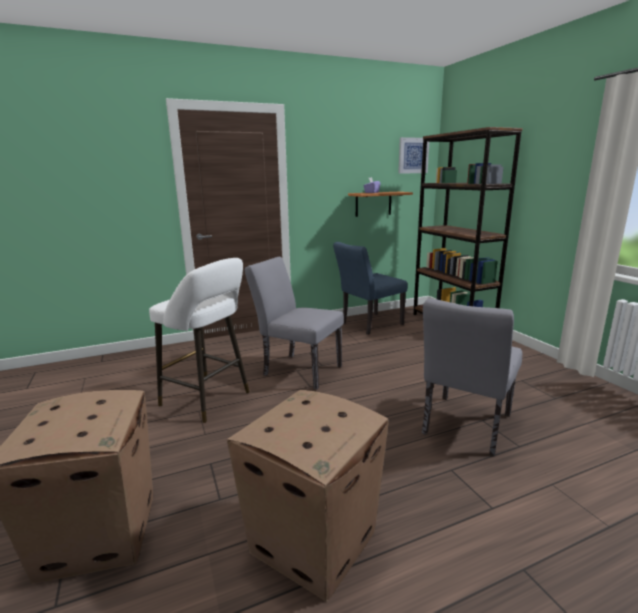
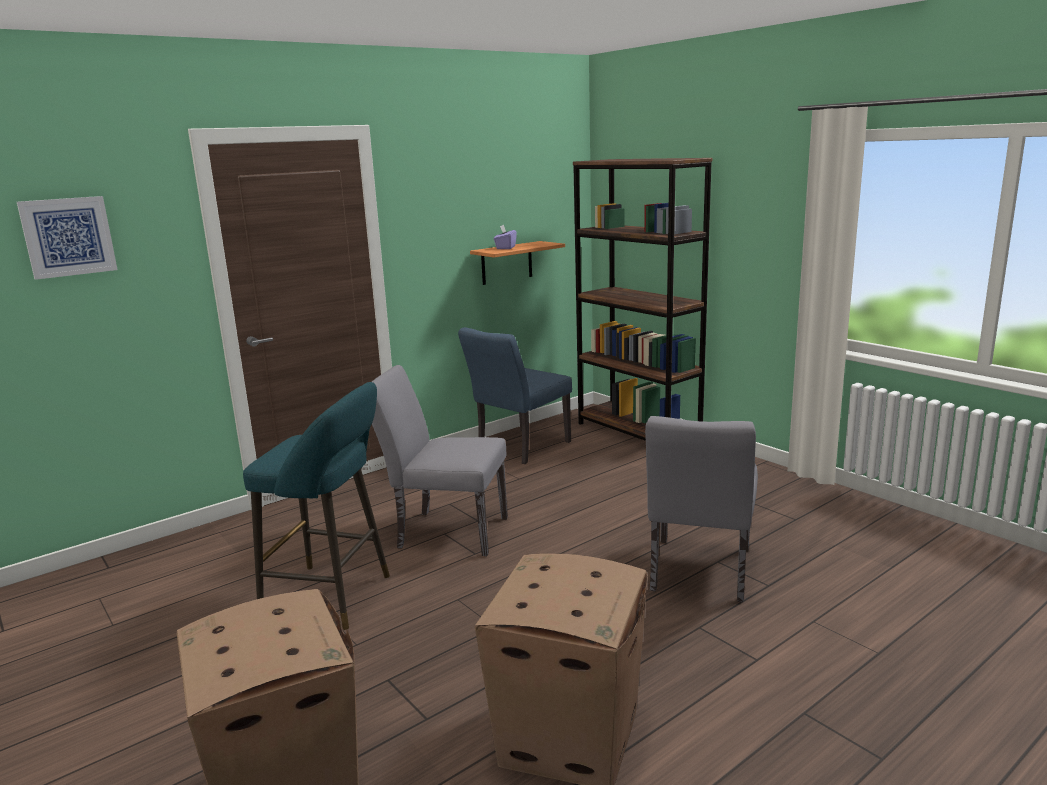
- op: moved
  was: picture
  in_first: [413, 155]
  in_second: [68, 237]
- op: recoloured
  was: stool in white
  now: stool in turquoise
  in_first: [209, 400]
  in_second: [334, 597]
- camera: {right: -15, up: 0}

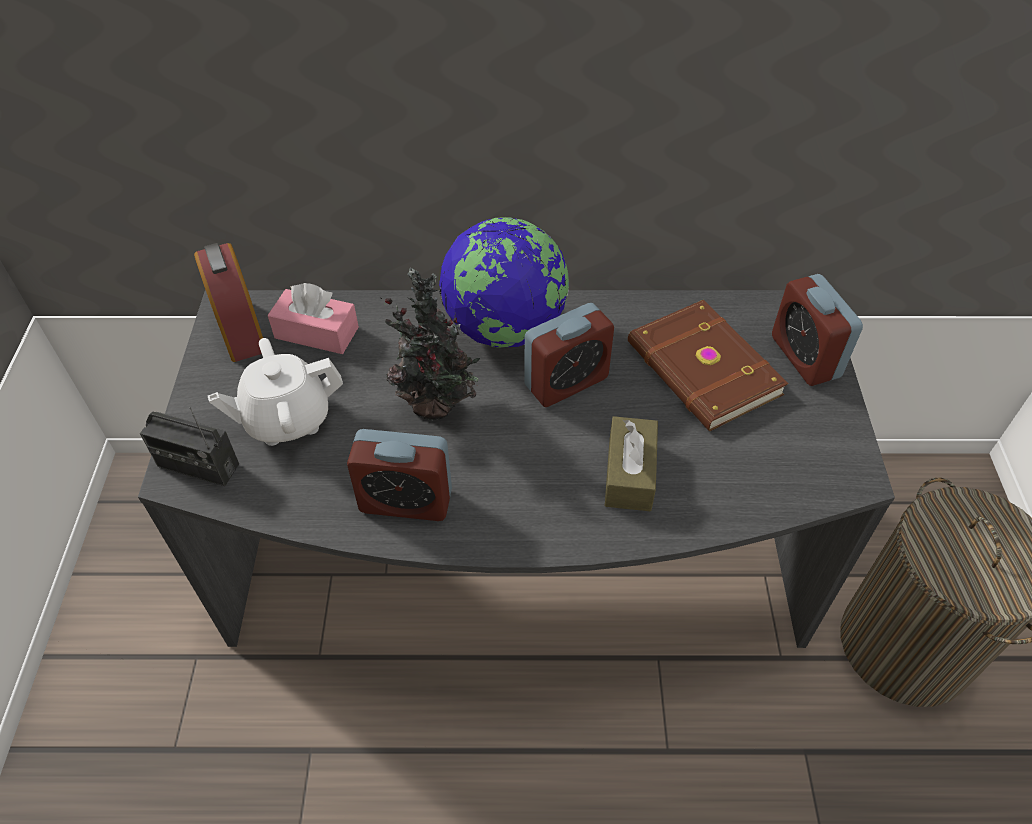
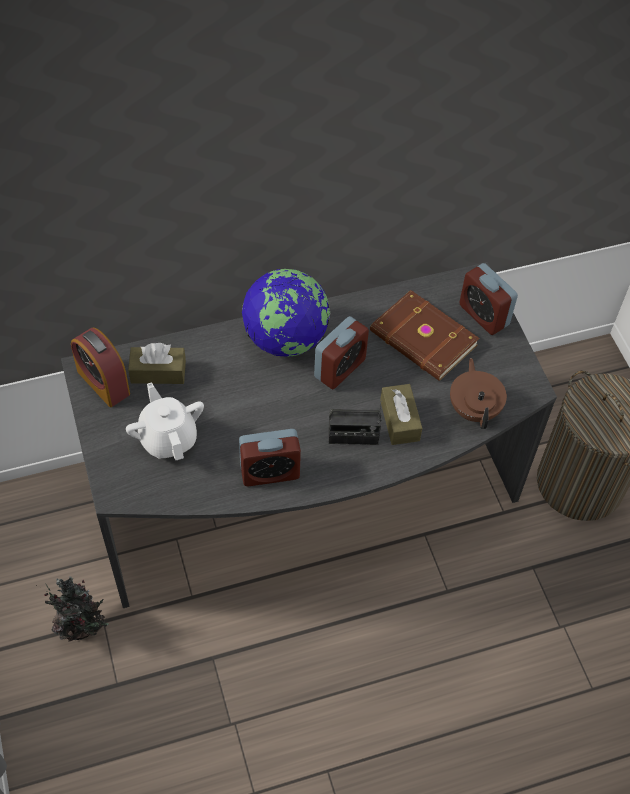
- op: moved
  was: potted plant
  in_first: [438, 406]
  in_second: [83, 628]
- op: recoloured
  was: tissue box in pink
  now: tissue box in brown
  in_first: [316, 333]
  in_second: [158, 372]
- op: turned
  was: teapot in white
  in_first: [287, 419]
  in_second: [168, 438]
  clockwise: 105
- op: moved
  was: radio
  in_first: [198, 465]
  in_second: [353, 436]
- op: added
  now: teapot in brown
  in_second: [474, 409]
- camera: {right: -20, up: 5}

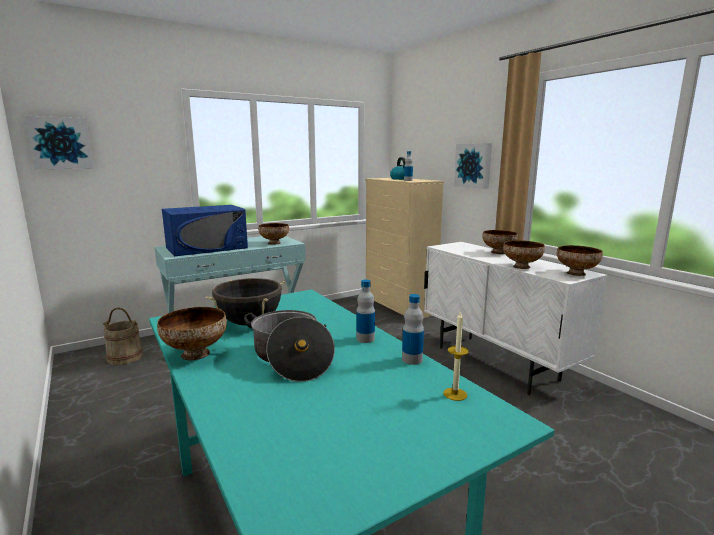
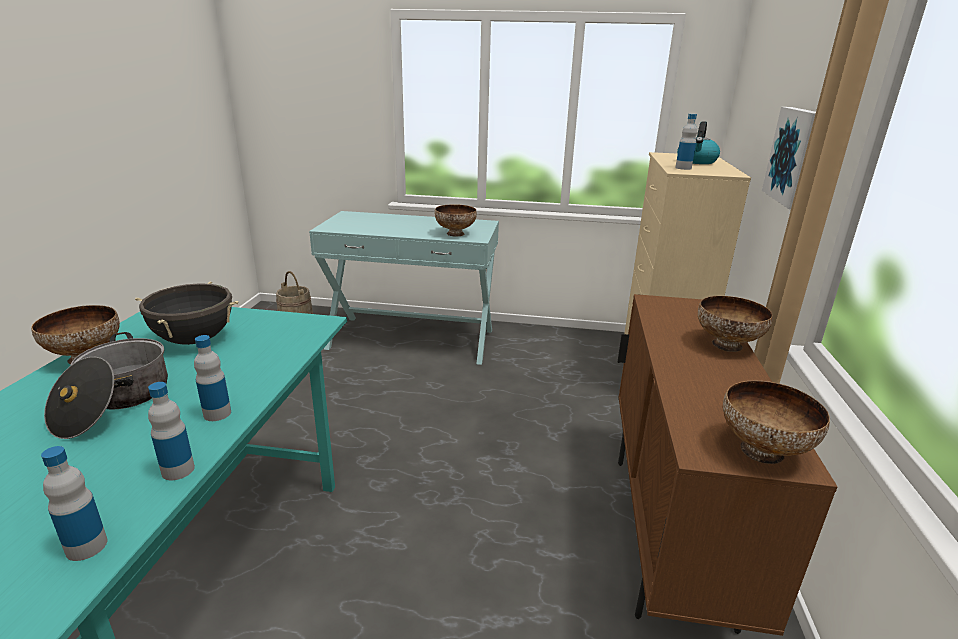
- op: removed
  was: picture
  in_first: [61, 143]
- op: removed
  was: microwave in blue
  in_first: [207, 247]
- op: removed
  was: bowl
  in_first: [522, 267]
- op: recoloured
  was: cabinet in white
  now: cabinet in brown
  in_first: [496, 363]
  in_second: [668, 535]
- op: replaced
  was: candle
  now: bottle
  in_first: [455, 394]
  in_second: [86, 546]
- camera: {right: 40, up: 10}

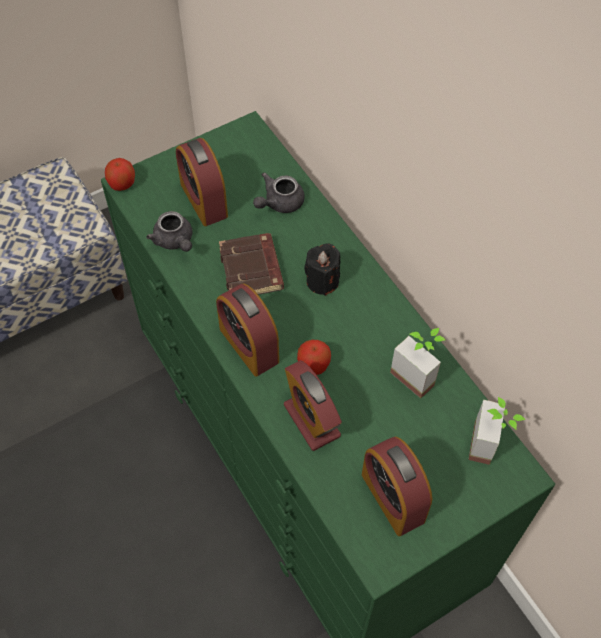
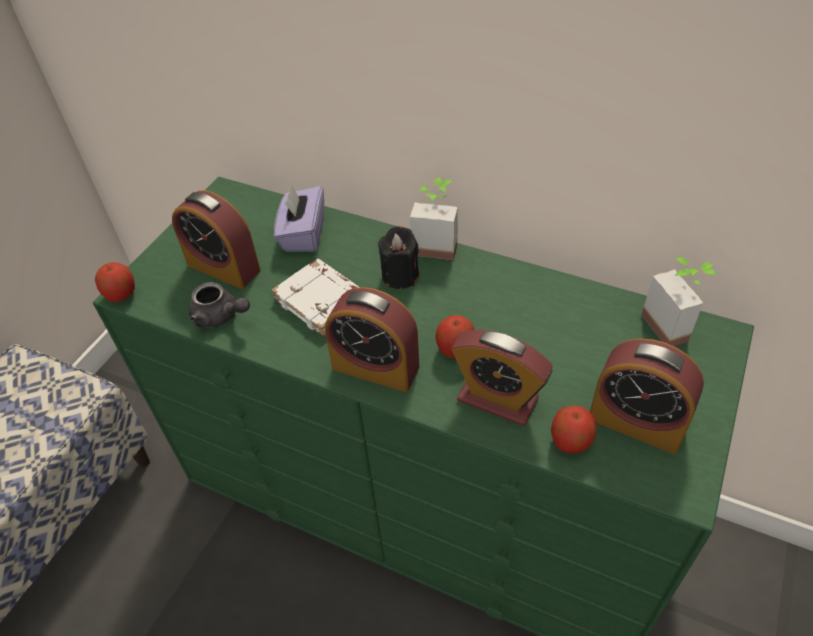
- op: replaced
  was: teapot in grey
  now: tissue box in purple
  in_first: [279, 203]
  in_second: [303, 234]
- op: recoloured
  was: book in brown
  now: book in white
  in_first: [252, 270]
  in_second: [323, 301]
- op: moved
  was: potted plant
  in_first: [418, 373]
  in_second: [436, 244]
- op: added
  now: apple
  in_second: [570, 442]
- camera: {right: -30, up: -10}

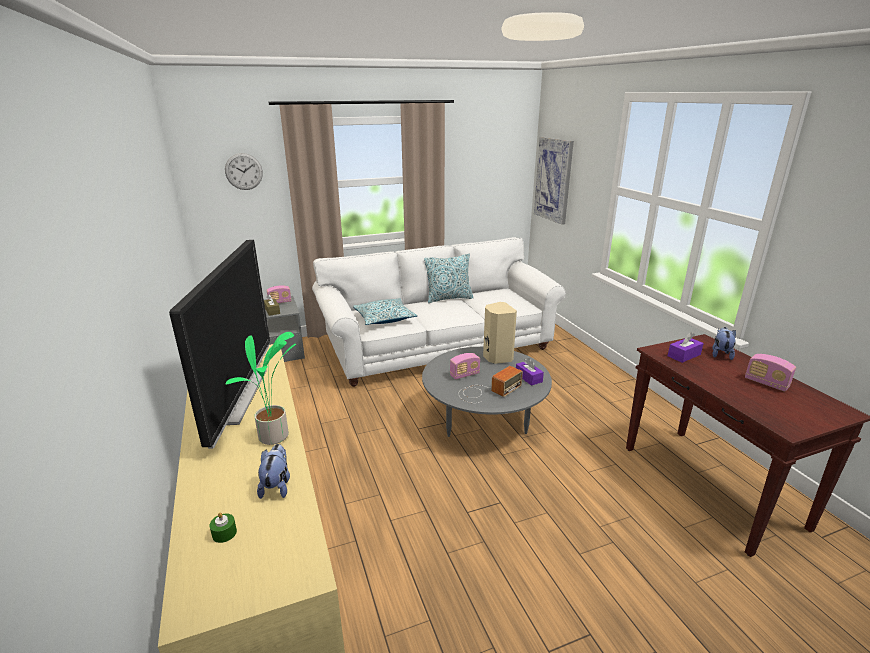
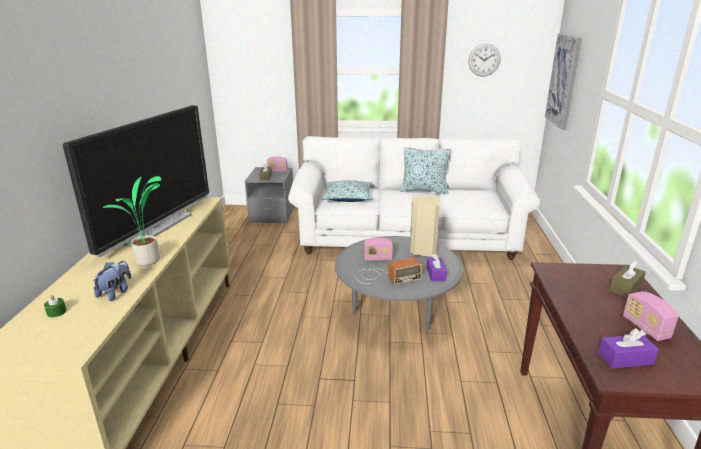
- op: moved
  was: wall clock
  in_first: [244, 171]
  in_second: [484, 60]
- op: replaced
  was: plush toy
  now: tissue box in brown
  in_first: [721, 354]
  in_second: [625, 287]
- op: moved
  was: tissue box in purple
  in_first: [684, 355]
  in_second: [625, 359]
- camera: {right: 25, up: 0}

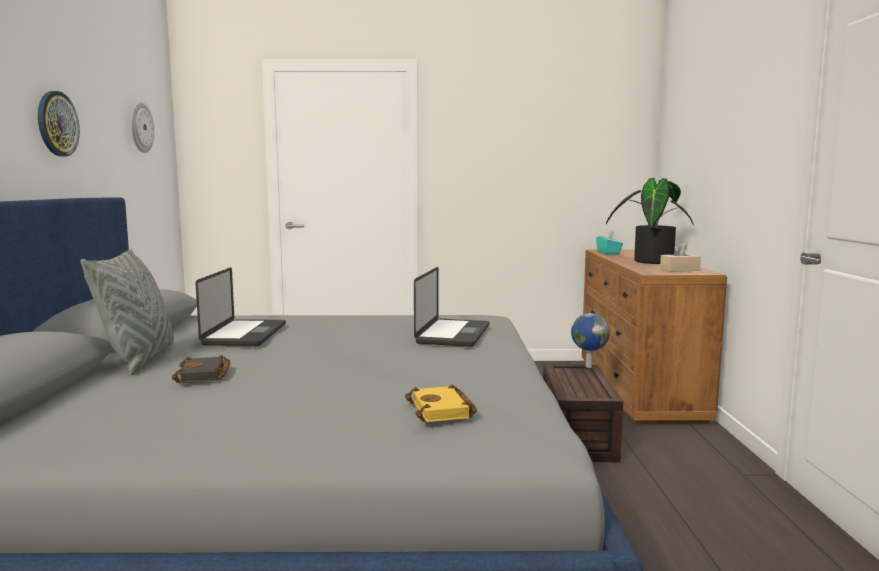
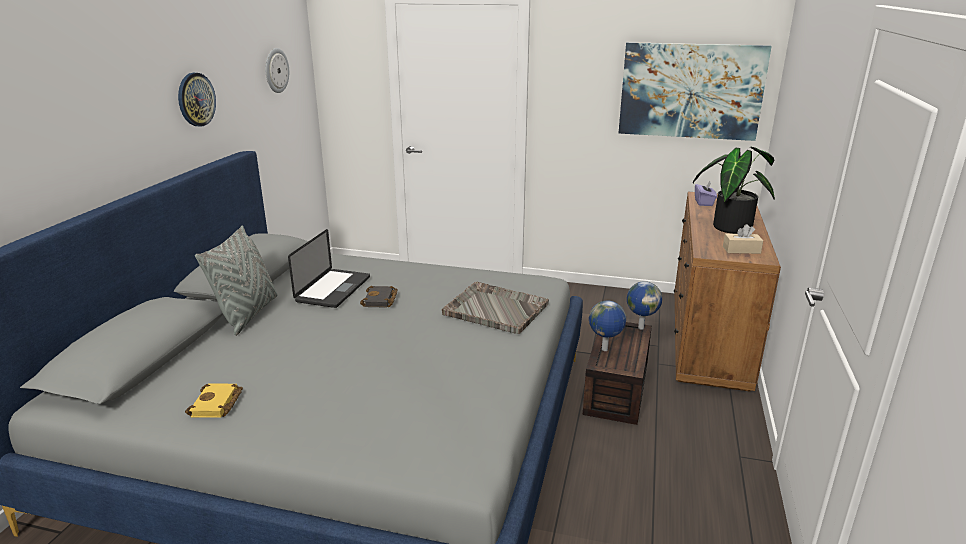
- op: recoloured
  was: tissue box in turquoise
  now: tissue box in purple
  in_first: [609, 253]
  in_second: [704, 202]
- op: replaced
  was: laptop
  now: tray in grey
  in_first: [453, 334]
  in_second: [495, 309]
- op: moved
  was: book in black
  in_first: [204, 375]
  in_second: [380, 300]
- op: moved
  was: book in yellow
  in_first: [443, 410]
  in_second: [217, 405]
- op: added
  now: picture
  in_second: [690, 91]
- op: added
  now: globe
  in_second: [605, 350]
- camera: {right: 15, up: 15}

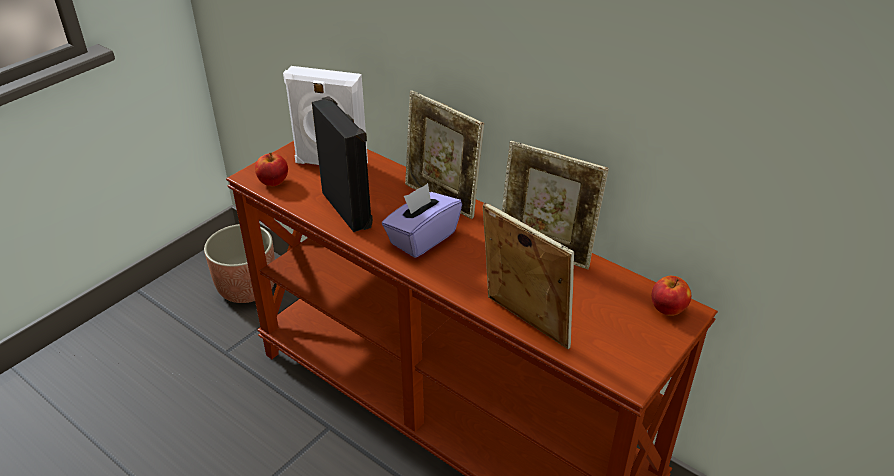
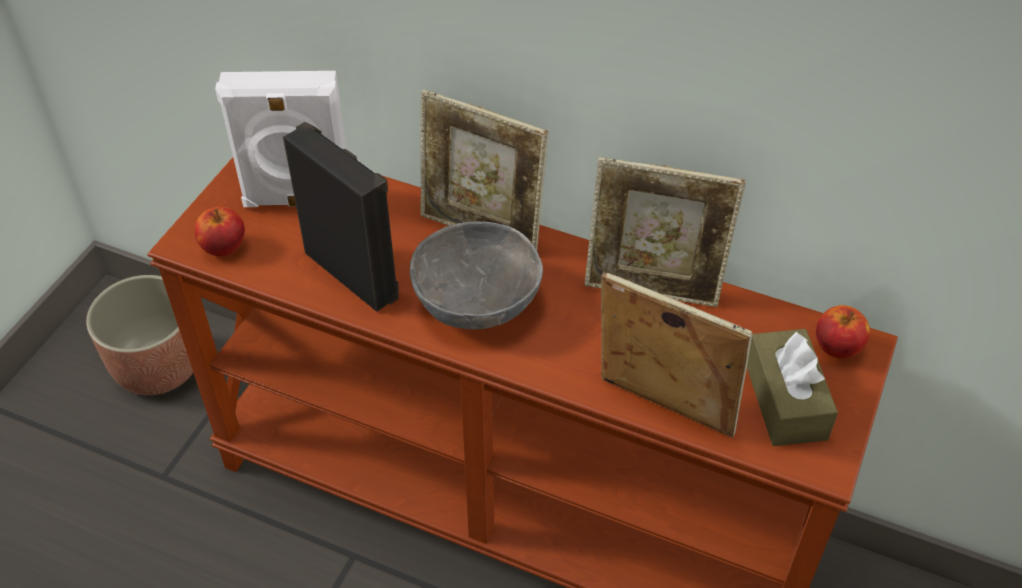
- op: replaced
  was: tissue box in purple
  now: bowl in grey
  in_first: [422, 238]
  in_second: [477, 302]
- op: added
  now: tissue box in brown
  in_second: [785, 400]
- camera: {right: -15, up: 10}

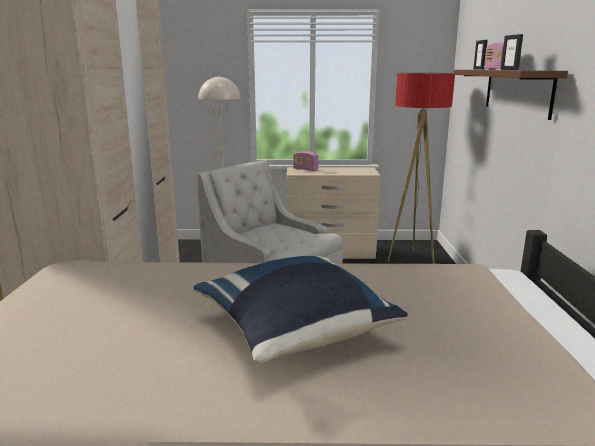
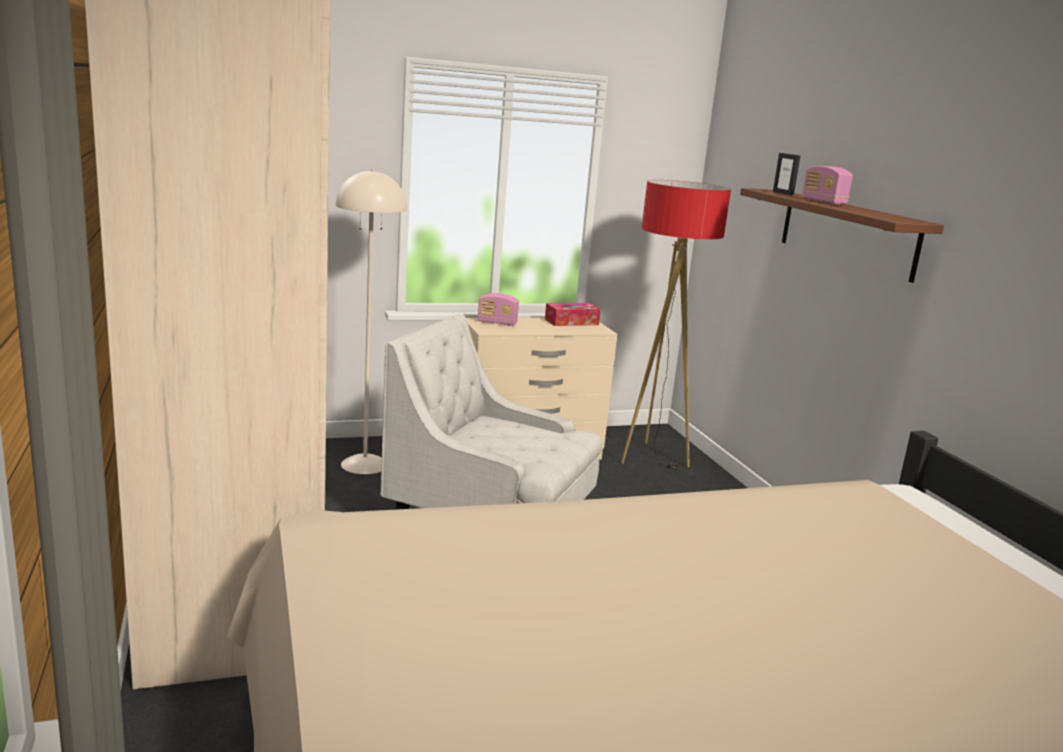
- op: removed
  was: picture frame
  in_first: [509, 69]
- op: removed
  was: pillow in blue
  in_first: [296, 332]
- op: added
  now: tissue box
  in_second: [571, 322]
- camera: {right: -20, up: 0}

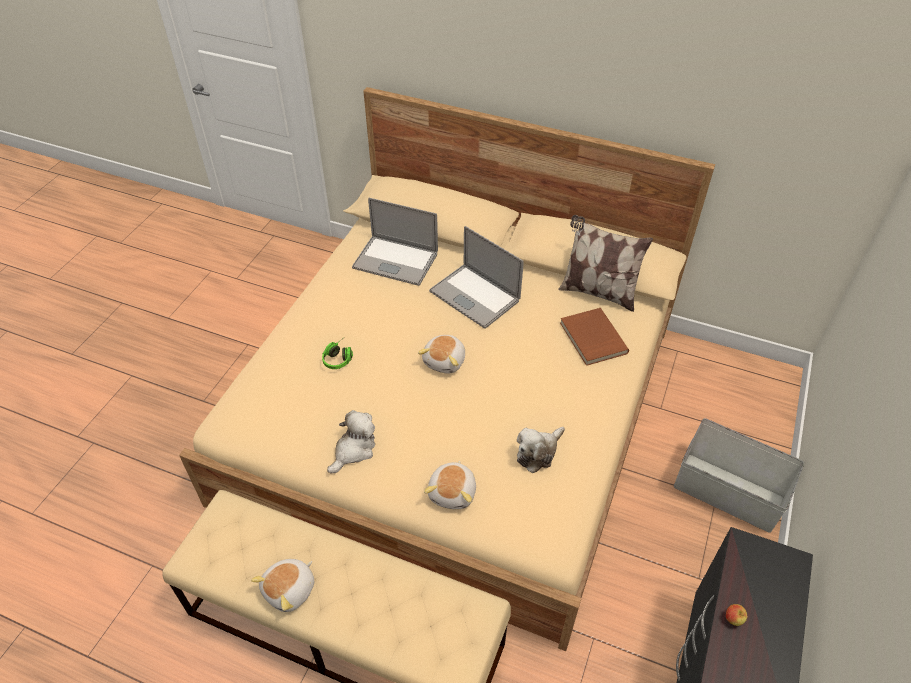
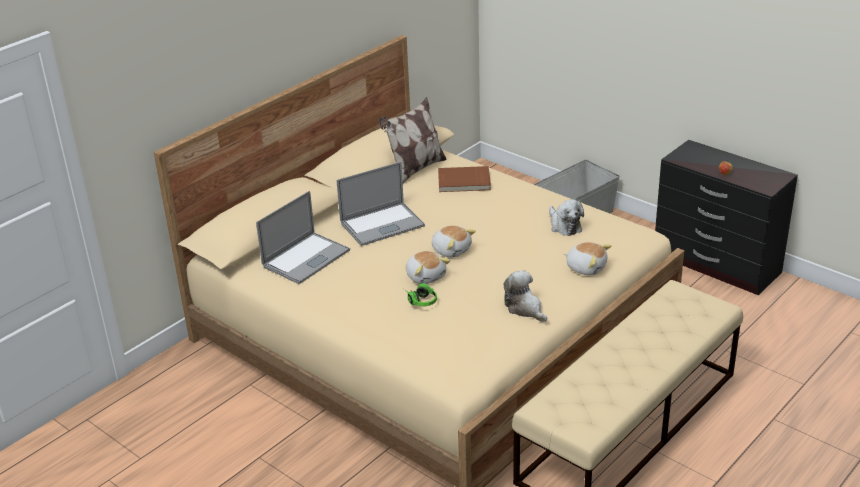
- op: moved
  was: plush toy
  in_first: [290, 590]
  in_second: [426, 276]
- camera: {right: -70, up: -15}

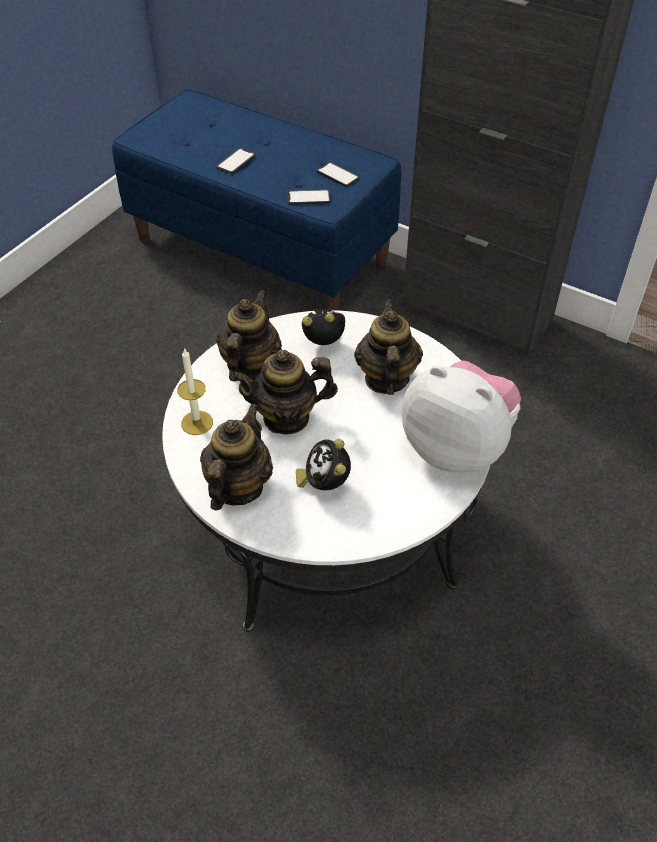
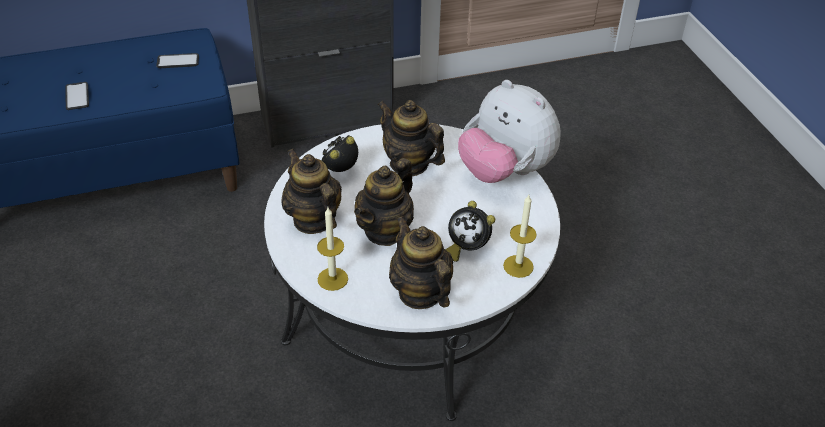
- op: removed
  was: phone
  in_first: [309, 197]
- op: turned
  was: plush toy
  in_first: [457, 447]
  in_second: [505, 171]
  clockwise: -120
- op: added
  now: candle
  in_second: [518, 266]
- camera: {right: -50, up: -5}

